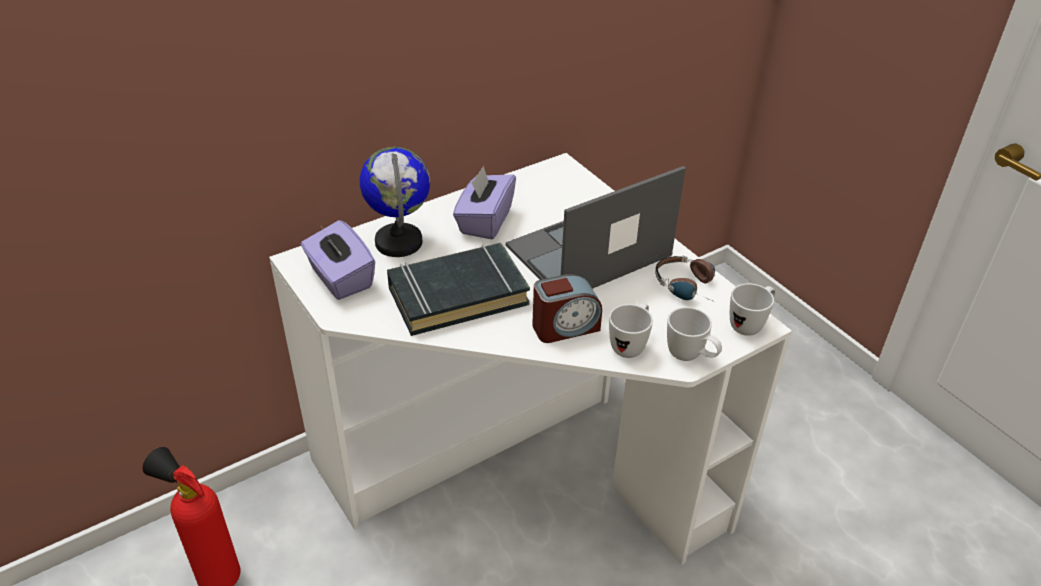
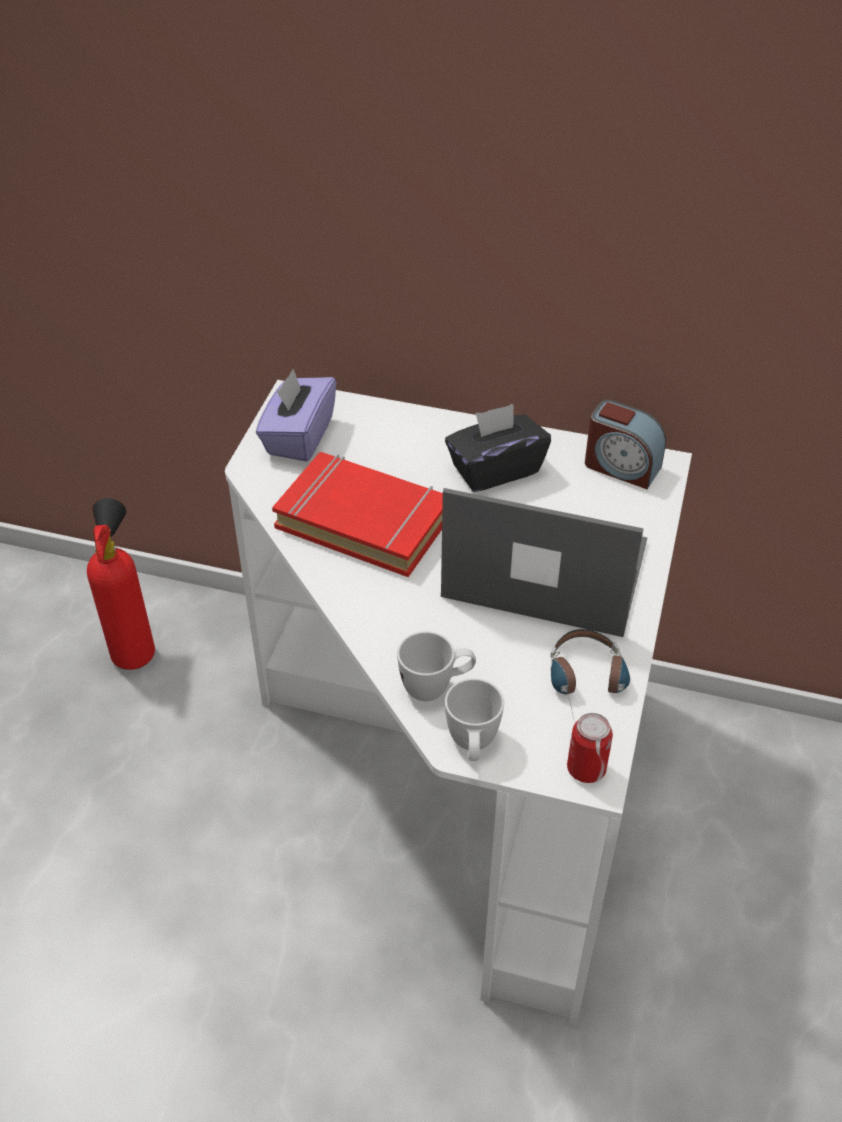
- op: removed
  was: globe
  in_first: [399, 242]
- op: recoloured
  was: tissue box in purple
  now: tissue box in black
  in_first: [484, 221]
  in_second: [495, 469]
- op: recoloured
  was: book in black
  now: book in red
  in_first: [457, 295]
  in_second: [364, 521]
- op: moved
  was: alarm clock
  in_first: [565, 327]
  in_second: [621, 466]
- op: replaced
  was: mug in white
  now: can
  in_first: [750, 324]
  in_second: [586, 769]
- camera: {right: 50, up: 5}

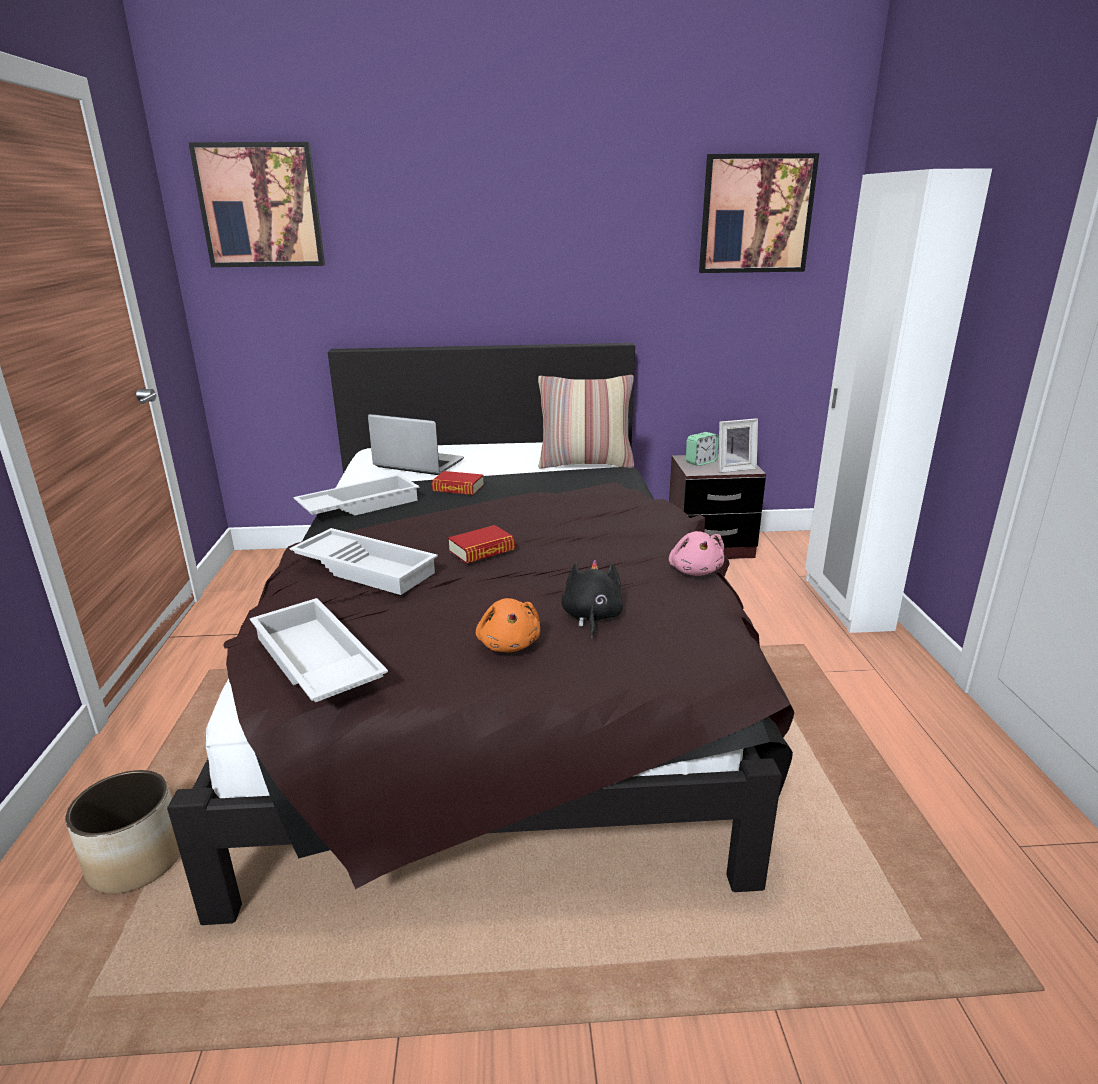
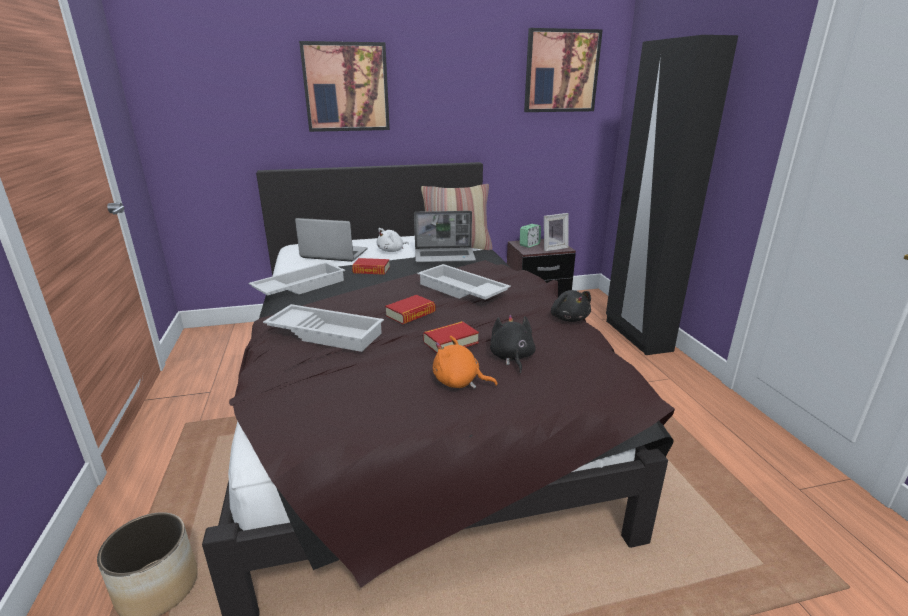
- op: moved
  was: picture
  in_first: [260, 206]
  in_second: [346, 87]
- op: recoloured
  was: wardrobe in white
  now: wardrobe in black
  in_first: [845, 603]
  in_second: [637, 336]
- op: recoloured
  was: plush toy in pink
  now: plush toy in black
  in_first: [695, 570]
  in_second: [569, 318]
- op: moved
  was: tray in white
  in_first: [314, 663]
  in_second: [460, 291]
- op: turned
  was: plush toy in orange
  in_first: [509, 644]
  in_second: [459, 382]
  clockwise: 135
- op: added
  now: laptop
  in_second: [445, 256]
- op: added
  now: plush toy in white
  in_second: [392, 251]
- op: added
  now: book
  in_second: [450, 342]
- camera: {right: -10, up: 0}

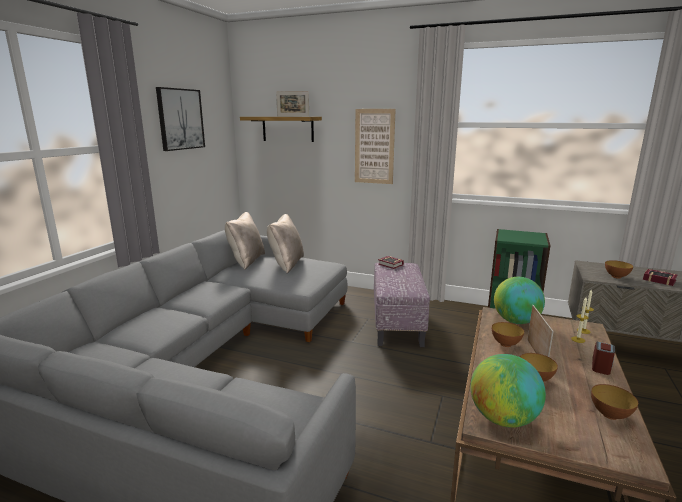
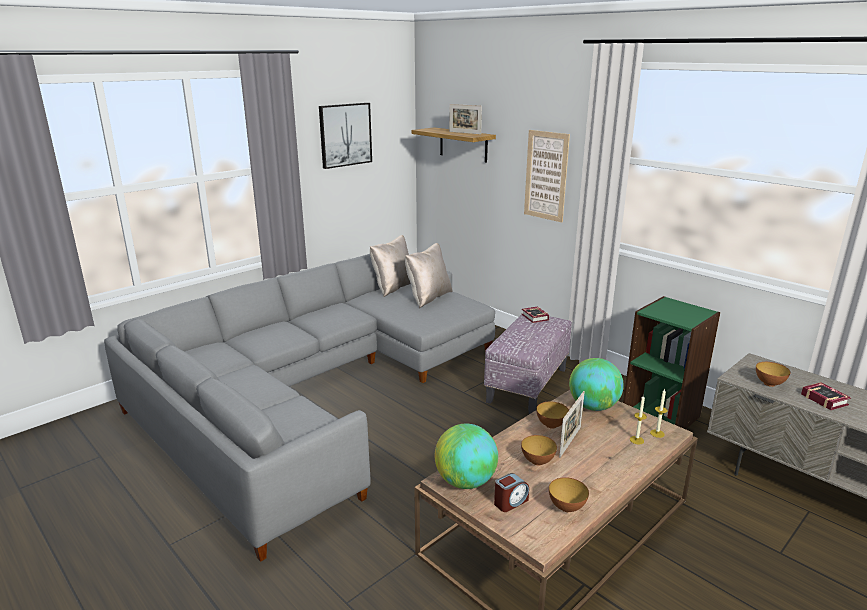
- op: moved
  was: alarm clock
  in_first: [601, 366]
  in_second: [510, 502]
- camera: {right: 25, up: 5}

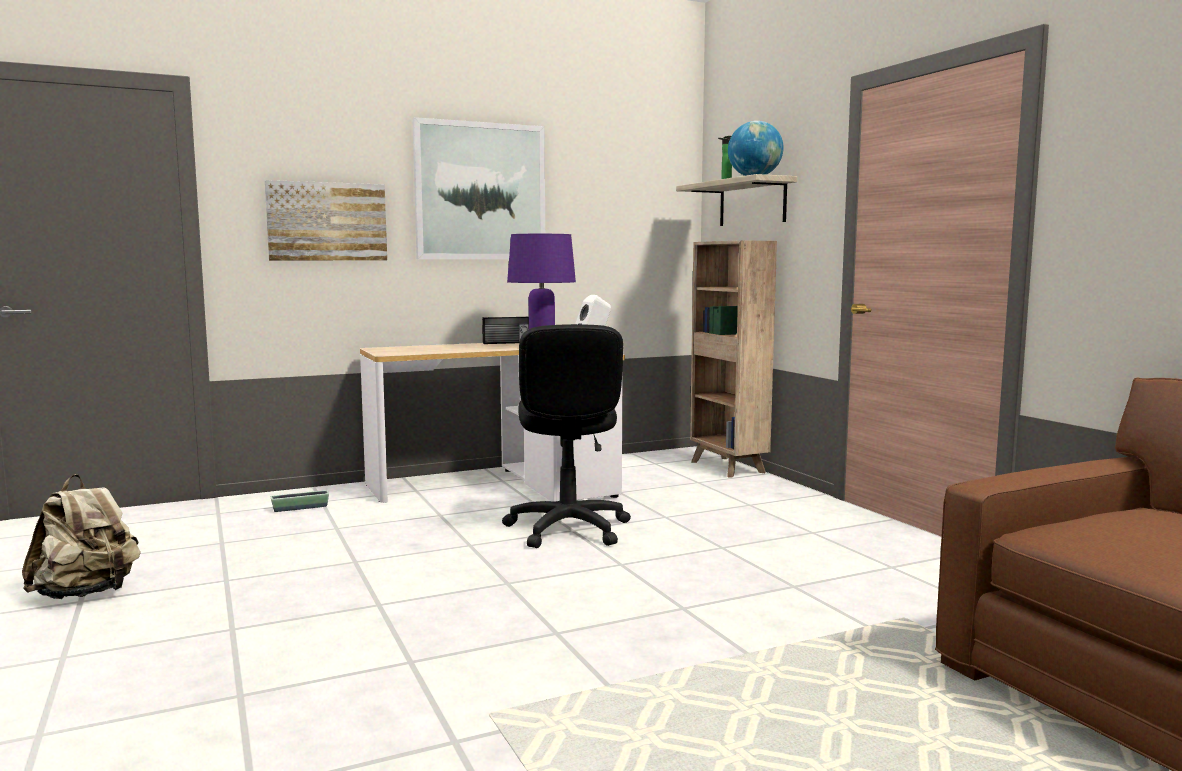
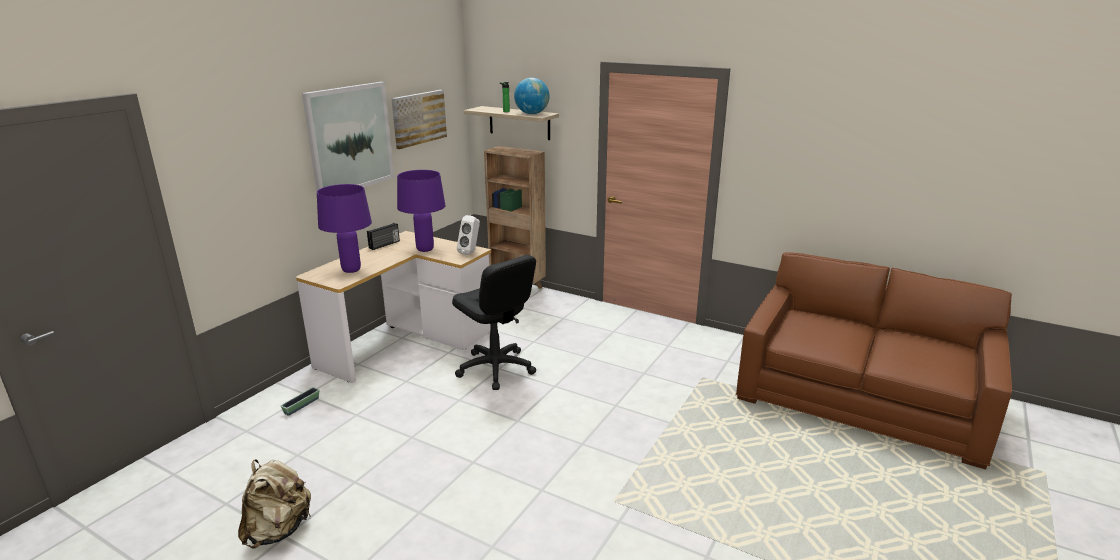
- op: moved
  was: picture
  in_first: [327, 222]
  in_second: [418, 118]
- op: added
  now: table lamp in purple
  in_second: [352, 270]
- camera: {right: -35, up: 15}

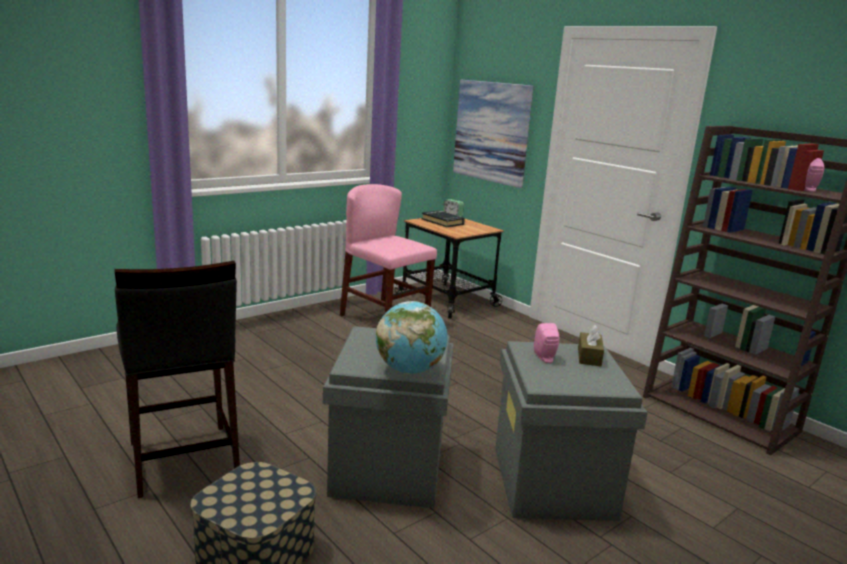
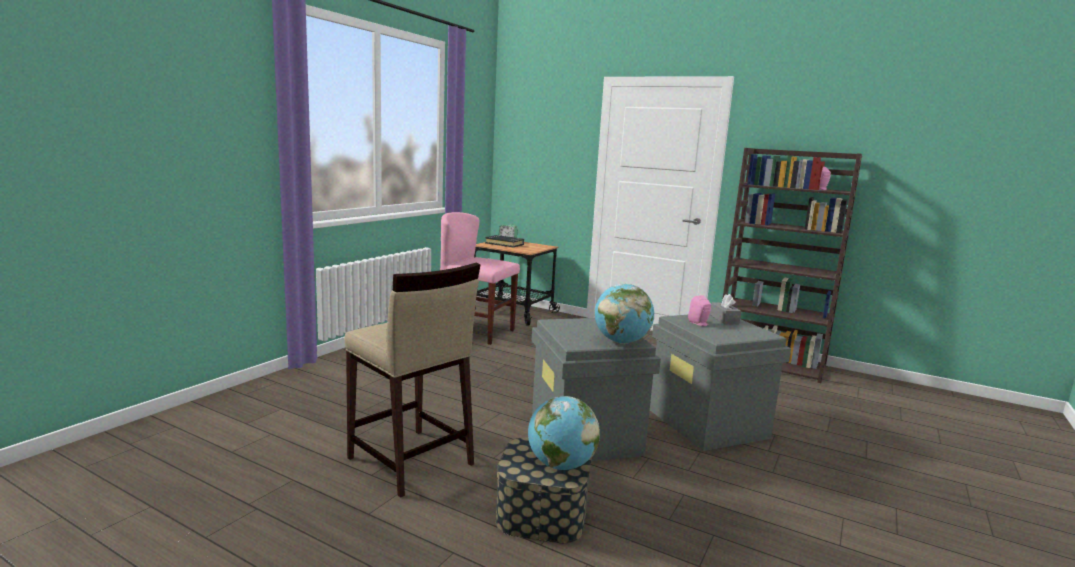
- op: removed
  was: picture
  in_first: [491, 132]
- op: recoloured
  was: stool in black
  now: stool in beige
  in_first: [182, 460]
  in_second: [410, 462]
- op: recoloured
  was: tissue box in brown
  now: tissue box in grey
  in_first: [589, 356]
  in_second: [724, 319]
- op: added
  now: globe
  in_second: [560, 465]
- camera: {right: -20, up: -5}

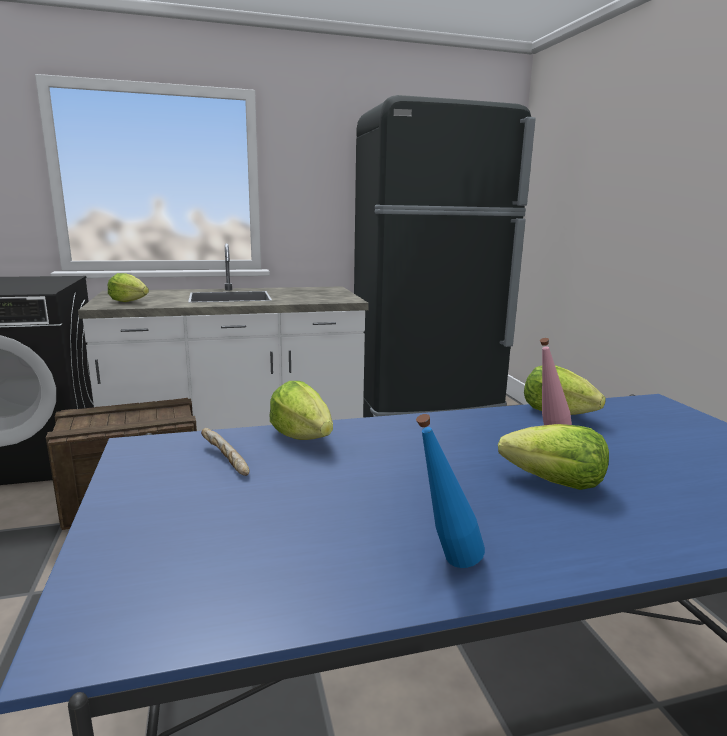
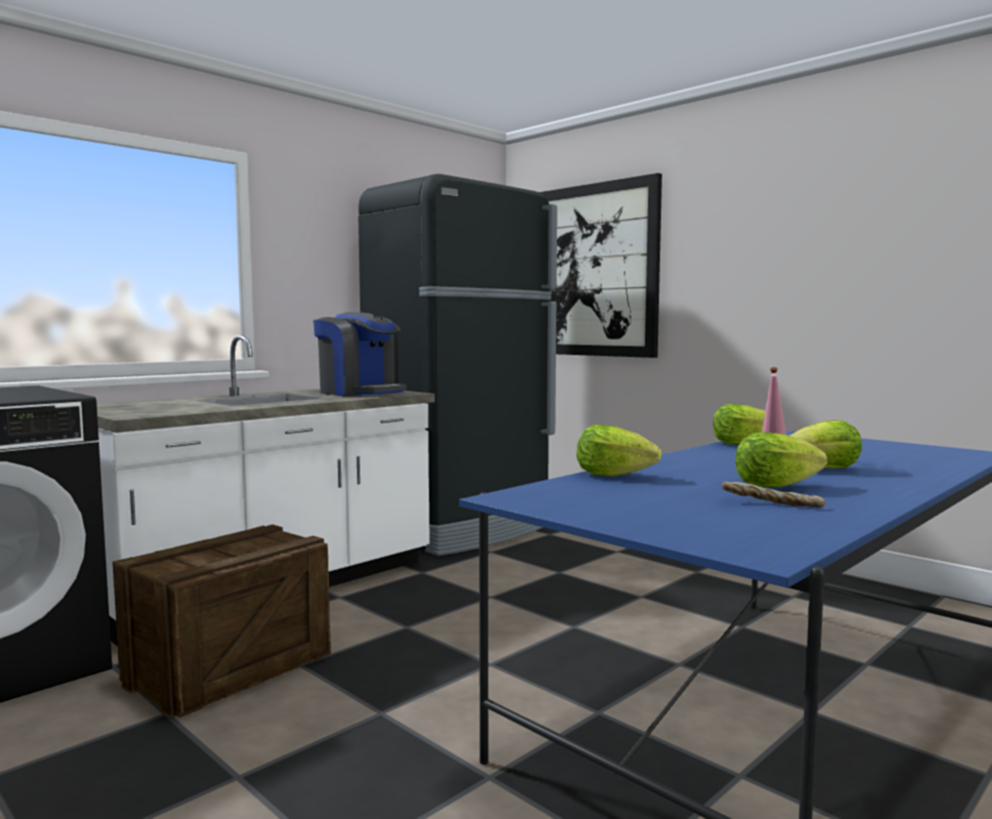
- op: moved
  was: lettuce
  in_first: [129, 302]
  in_second: [774, 486]
- op: removed
  was: bottle in blue
  in_first: [445, 565]
- op: moved
  was: bread
  in_first: [224, 460]
  in_second: [772, 504]
- op: added
  now: picture
  in_second: [587, 271]
- op: added
  now: coffee machine
  in_second: [360, 392]
- camera: {right: -30, up: -10}

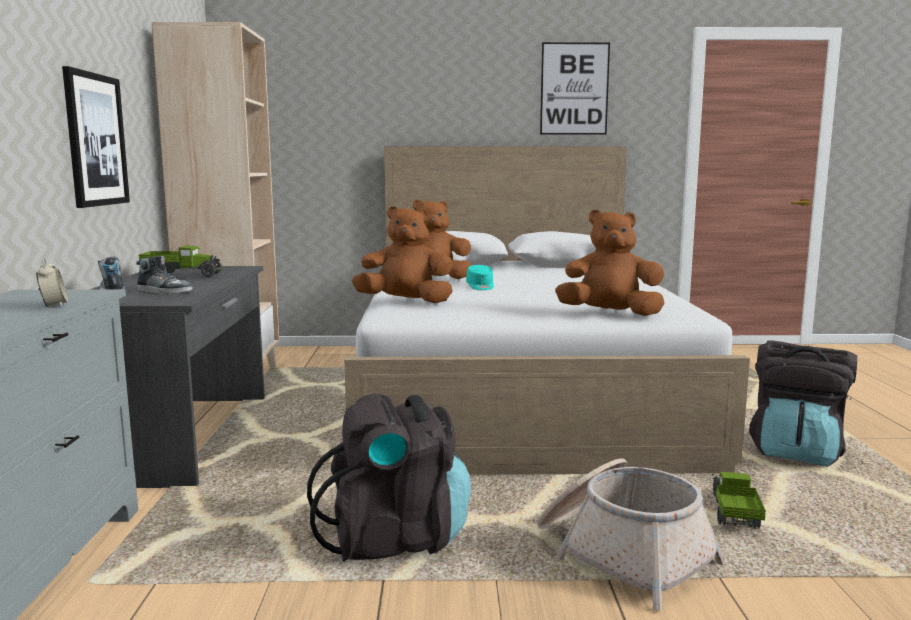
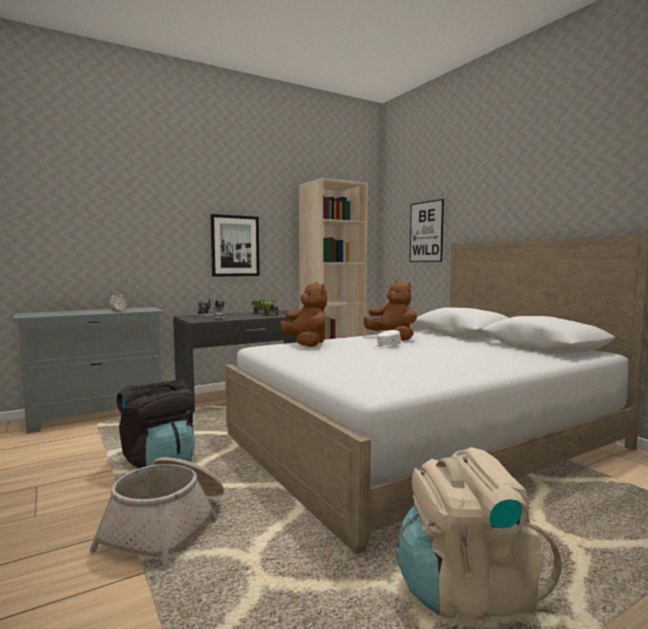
- op: moved
  was: picture
  in_first: [574, 89]
  in_second: [426, 231]
- op: removed
  was: plush toy in brown
  in_first: [610, 314]
- op: recoloured
  was: cap in turquoise
  now: cap in white
  in_first: [480, 287]
  in_second: [386, 346]
- op: recoloured
  was: backpack in black
  now: backpack in beige
  in_first: [796, 452]
  in_second: [467, 591]
- op: removed
  was: toy truck
  in_first: [733, 514]
- camera: {right: 60, up: -5}

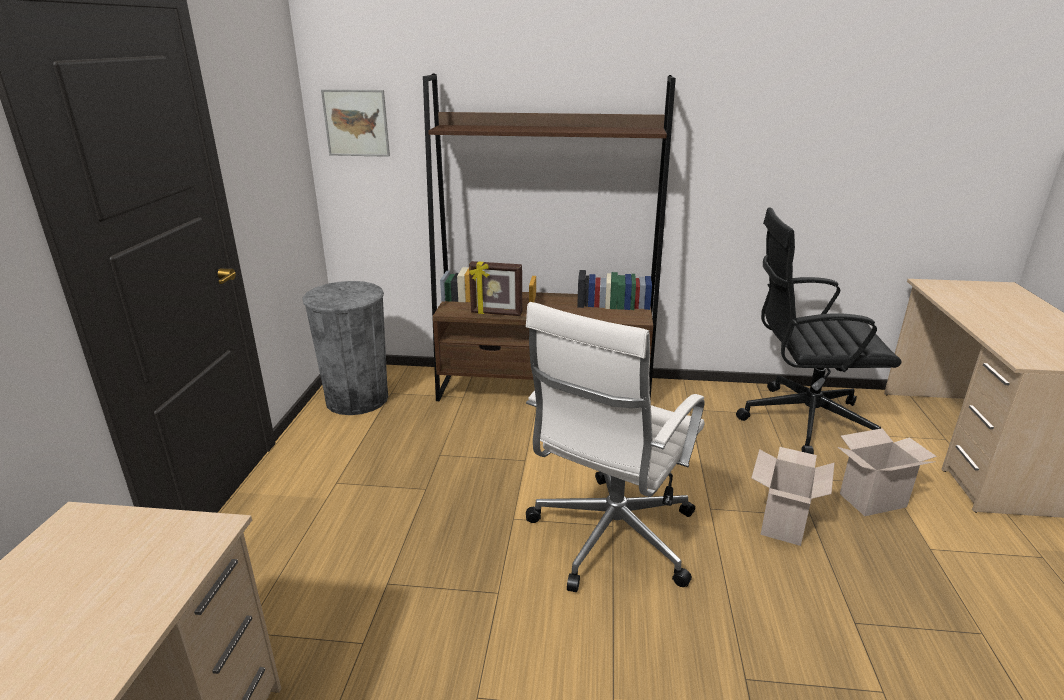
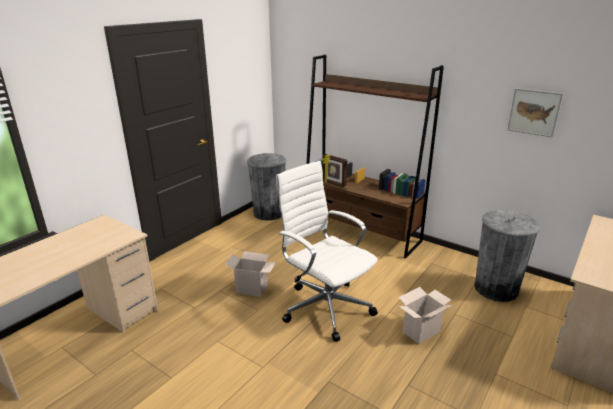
- op: moved
  was: picture
  in_first: [356, 123]
  in_second: [534, 112]
- op: replaced
  was: office chair in black
  now: trash can in grey
  in_first: [802, 421]
  in_second: [496, 288]
- op: turned
  was: office chair in white
  in_first: [610, 538]
  in_second: [325, 306]
  clockwise: 75
- op: moved
  was: cardboard box
  in_first: [873, 499]
  in_second: [253, 289]
- camera: {right: 30, up: 0}

